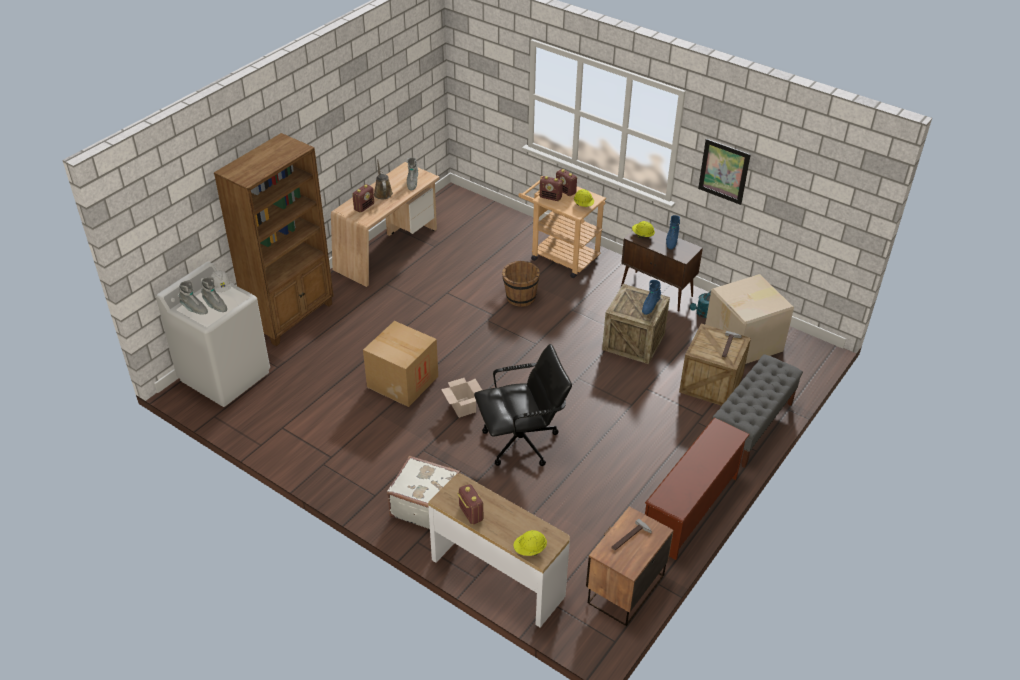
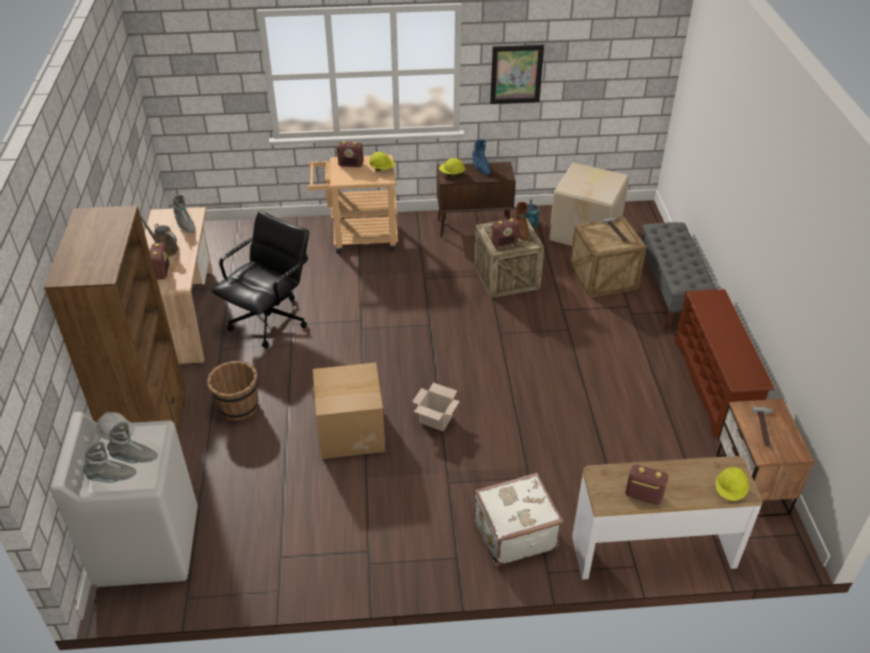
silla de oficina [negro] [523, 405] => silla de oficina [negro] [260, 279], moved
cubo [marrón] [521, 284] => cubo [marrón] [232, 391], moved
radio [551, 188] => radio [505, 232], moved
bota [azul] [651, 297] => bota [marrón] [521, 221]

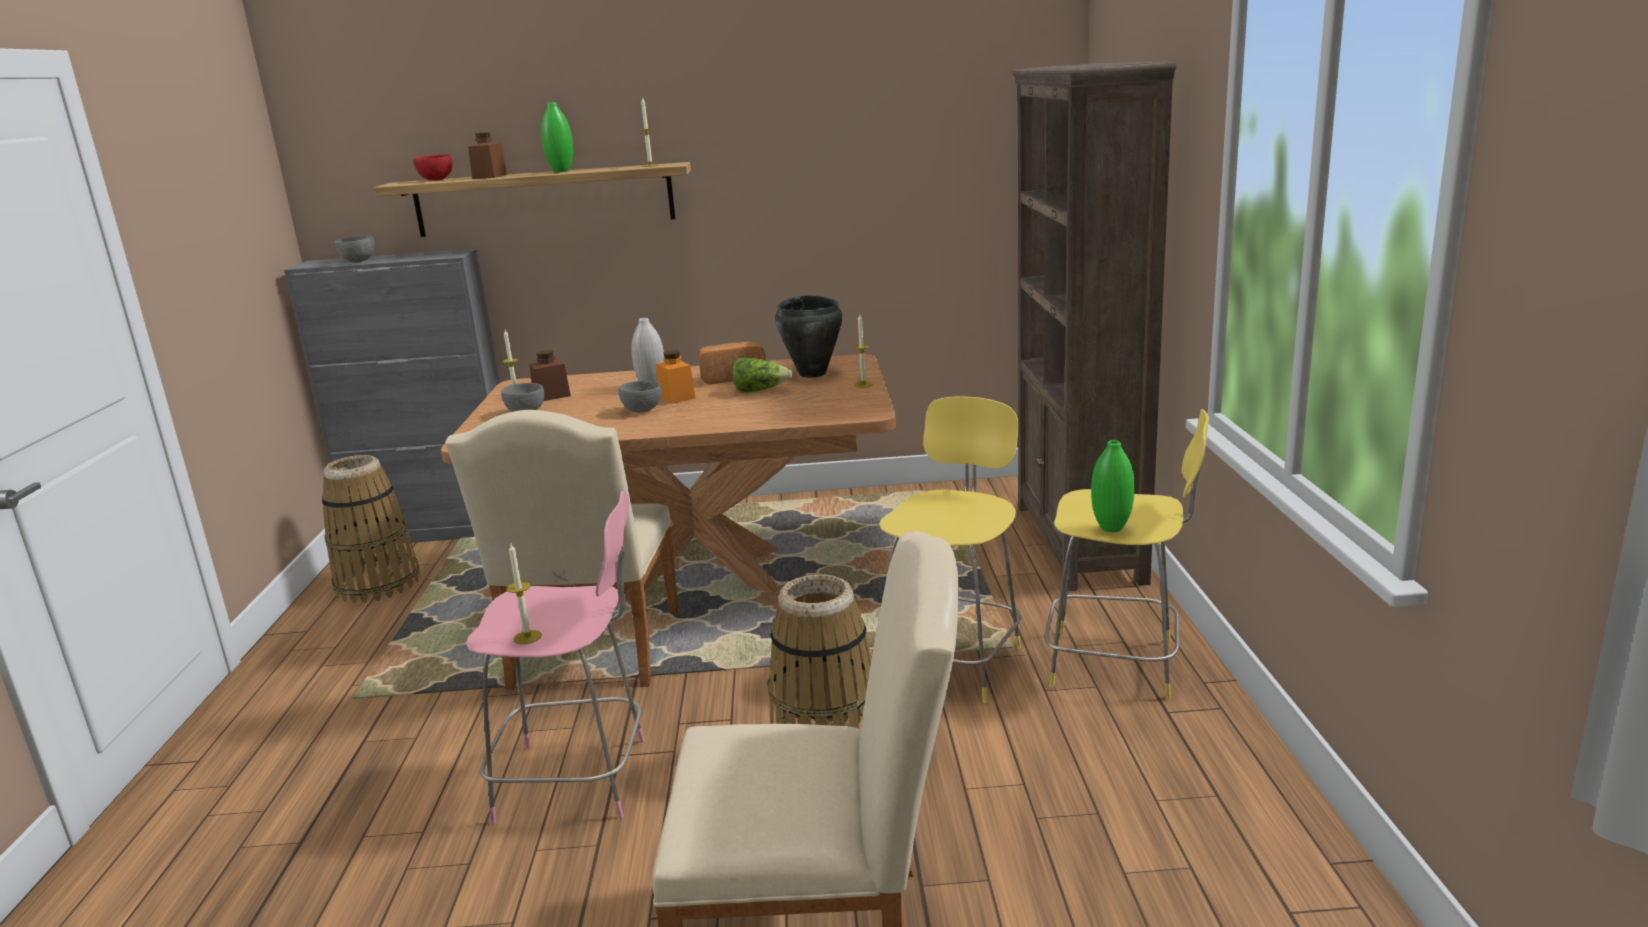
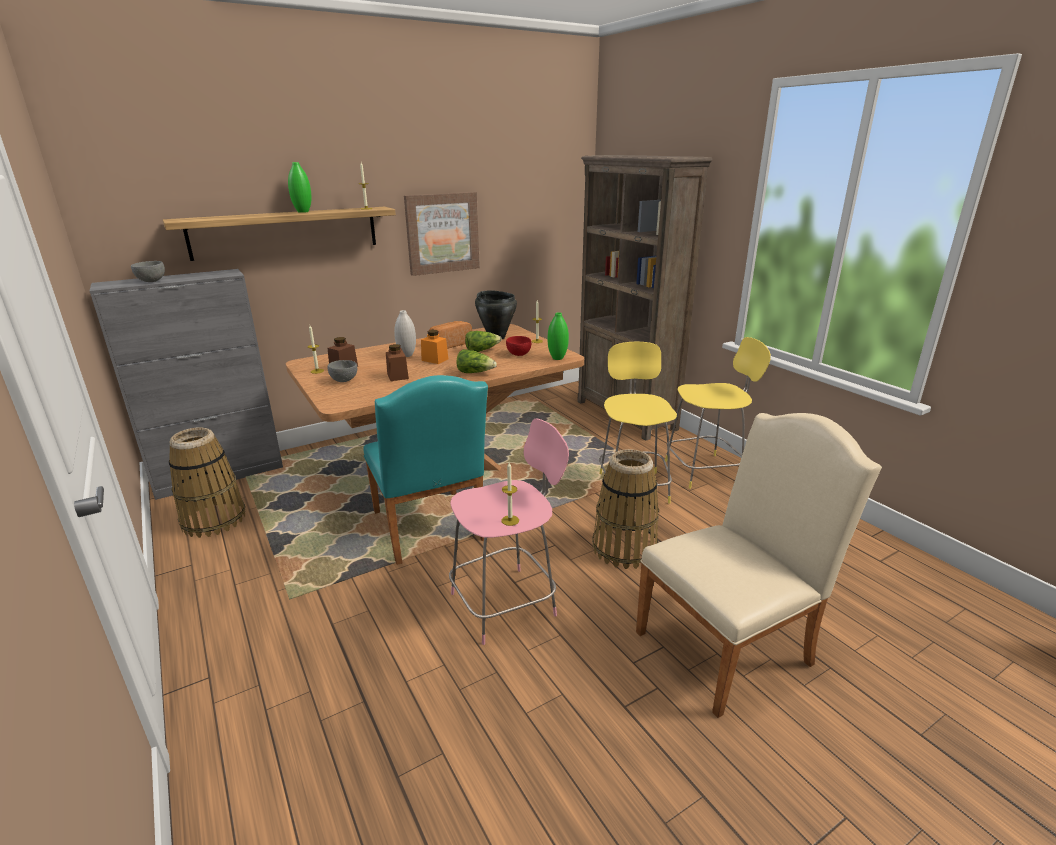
cuenco [gris] [640, 397] => nothing
nothing => cuadro [442, 234]
nothing => lechuga [477, 361]
cuenco [rojo] [433, 168] => cuenco [rojo] [518, 346], moved
tarro [marrón] [487, 155] => tarro [marrón] [397, 362], moved
florero [verde] [1113, 486] => florero [verde] [558, 336], moved
silla [beis] [562, 550] => silla [turquesa] [426, 470]

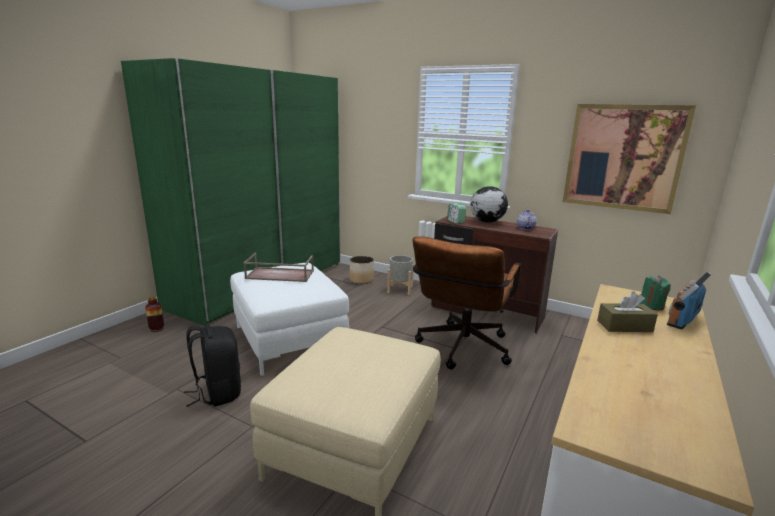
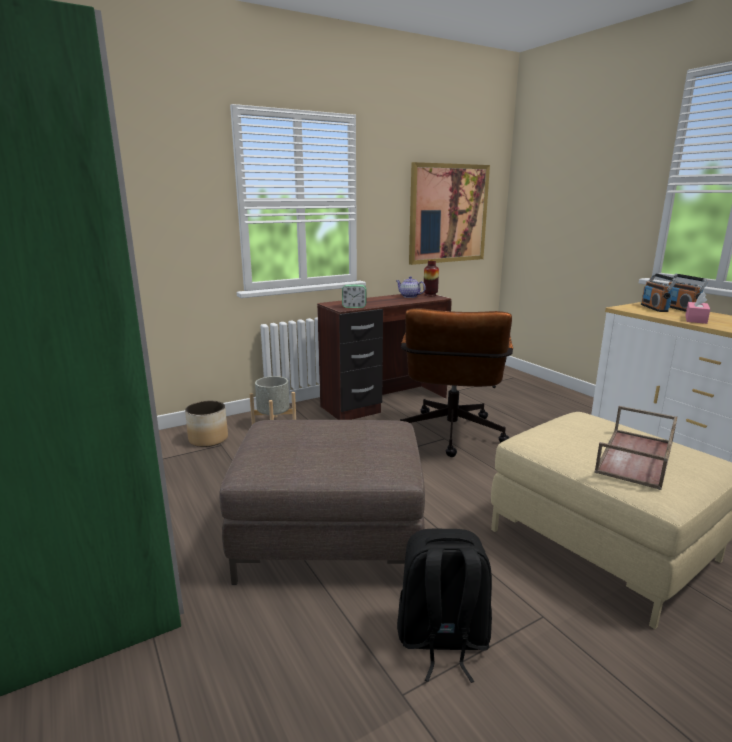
globo terráqueo [489, 204] => nothing
florero [154, 314] => florero [431, 278], moved
bandeja [marrón] [278, 267] => bandeja [marrón] [635, 448], moved
vela [verde] [655, 292] => radio [659, 292]
puf [blanco] [289, 319] => puf [marrón] [322, 502]
caja de pañuelos [marrón] [627, 311] => caja de pañuelos [rosa] [697, 308]
silla de oficina [marrón] [467, 303] => silla de oficina [marrón] [456, 382], 45 degrees clockwise

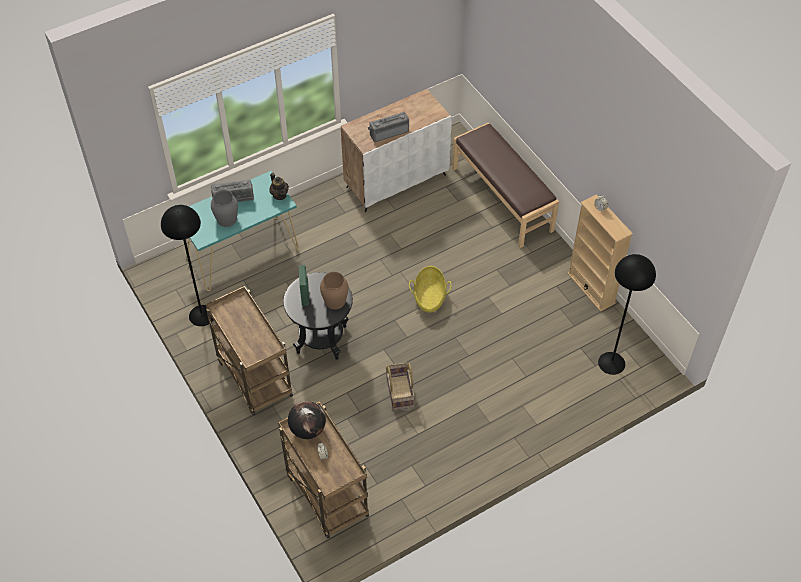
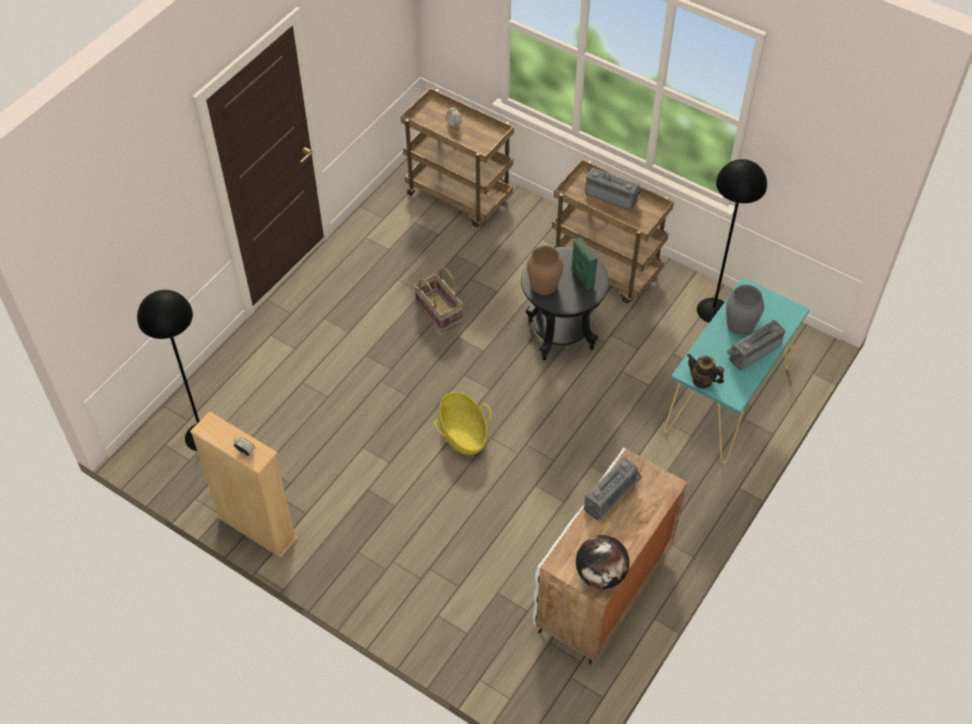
banco [marrón] [505, 185] => nothing
nothing => radio [613, 189]
globo terráqueo [307, 420] => globo terráqueo [603, 562], moved

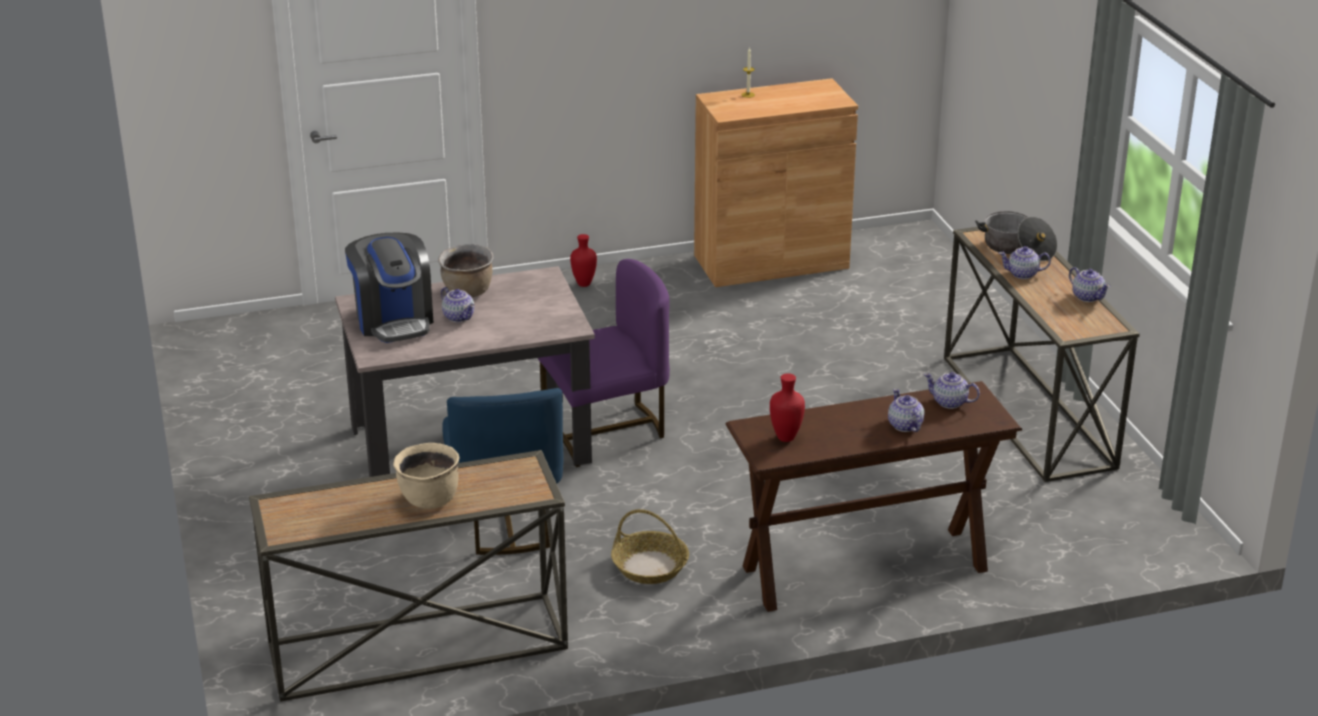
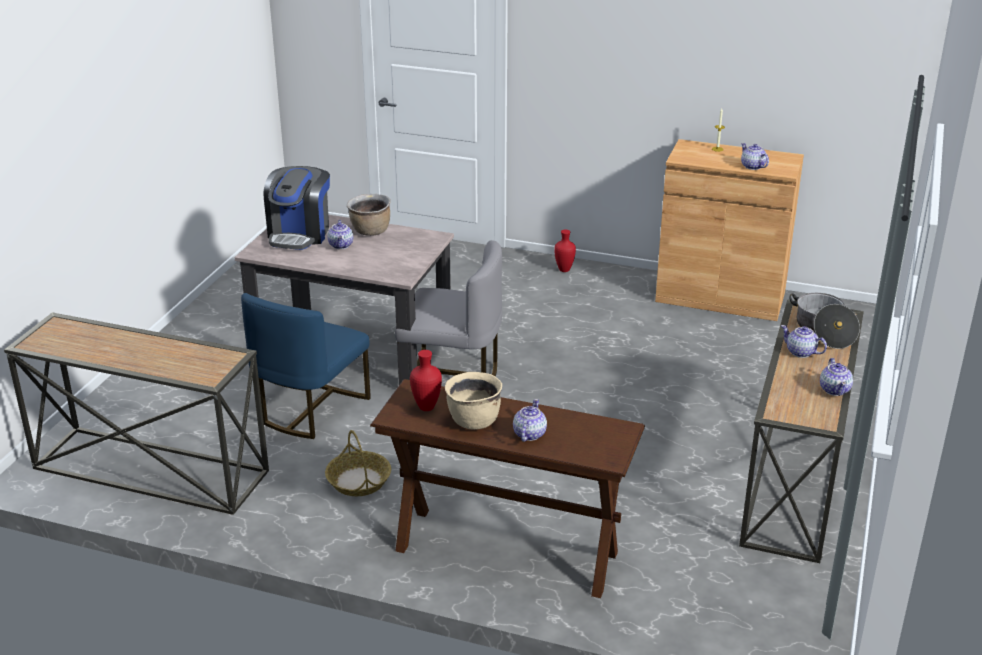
olla [beis] [426, 476] => olla [beis] [473, 401], moved
tetera [952, 390] => tetera [755, 156], moved
silla [morado] [604, 363] => silla [gris] [448, 308]

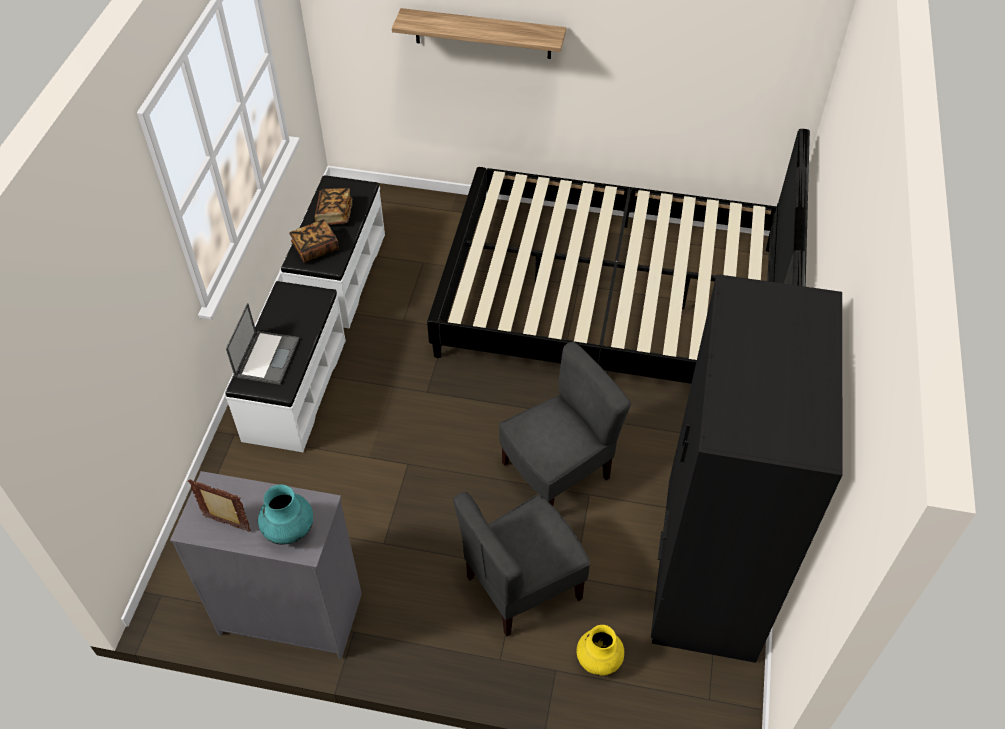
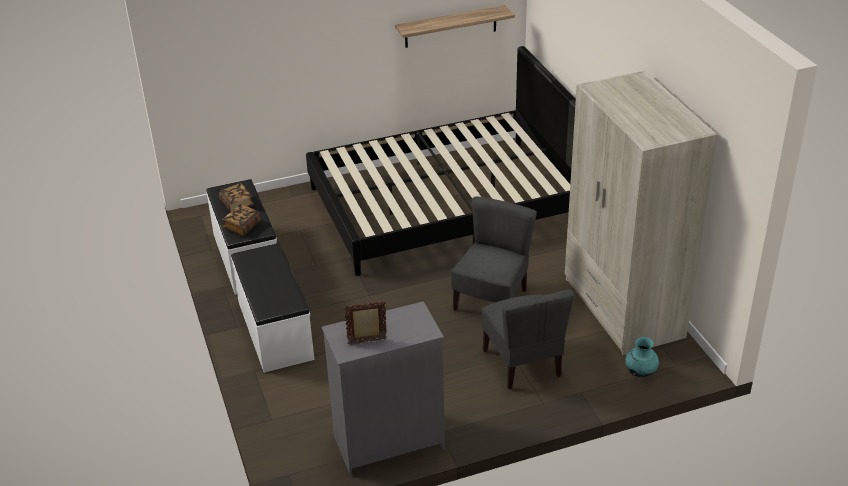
portátil [262, 344] => nothing
florero [amarillo] [600, 650] => nothing
florero [turquesa] [285, 515] => florero [turquesa] [642, 357], moved
estante [479, 33] => estante [455, 26], moved
armario ropero [negro] [747, 468] => armario ropero [beis] [641, 213]
silla [gris] [521, 564] => silla [gris] [528, 339], 45 degrees counterclockwise

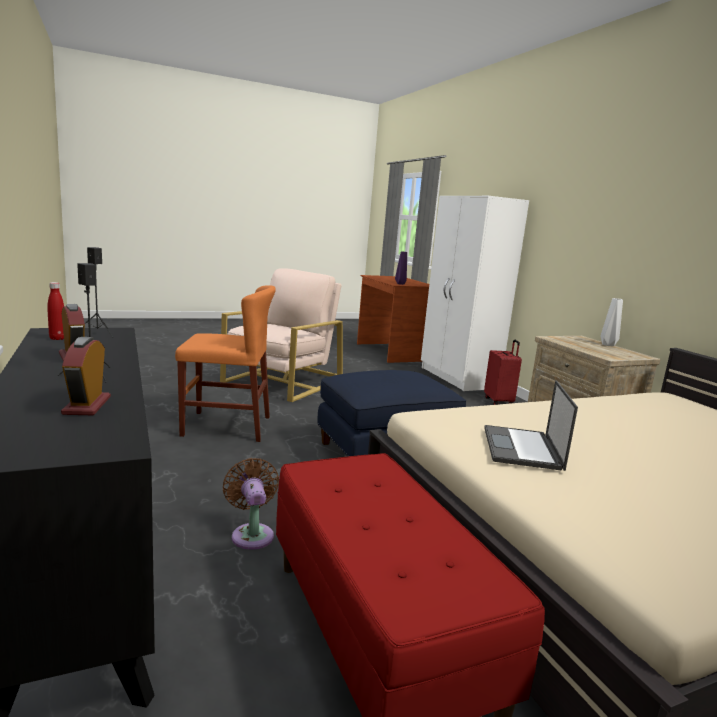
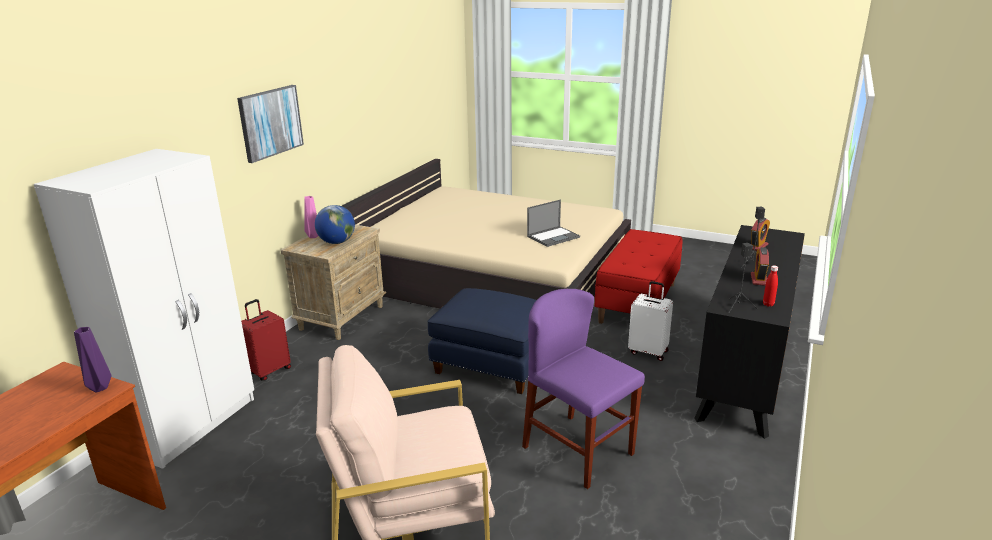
nothing => cuadro [270, 124]
nothing => globo terráqueo [335, 224]
ventilador [marrón] [251, 504] => maleta [blanco] [650, 321]
silla [naranja] [225, 363] => silla [morado] [583, 389]
florero [blanco] [612, 322] => florero [rosa] [311, 217]

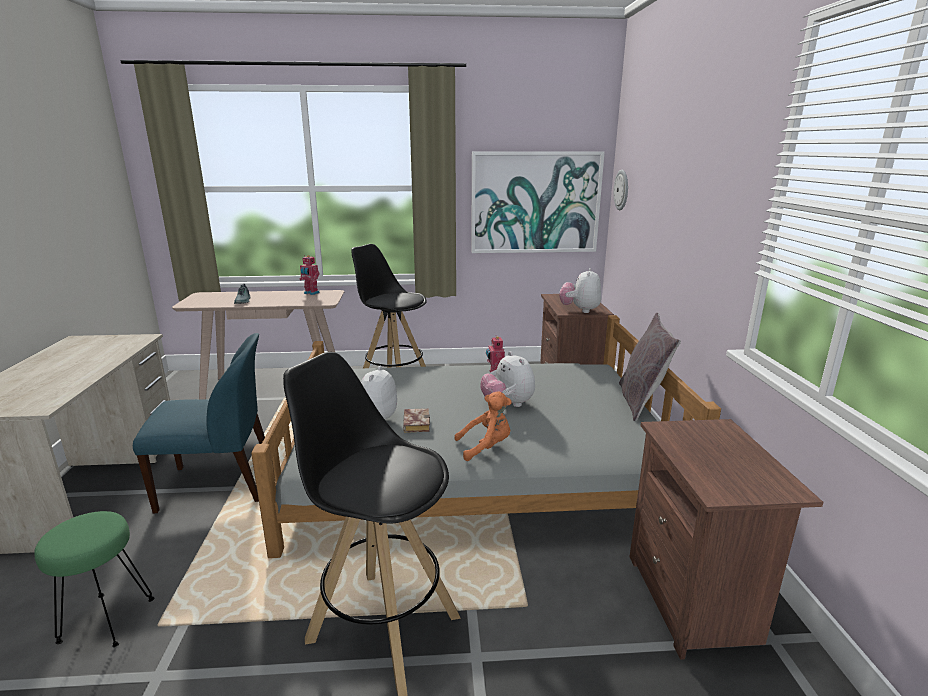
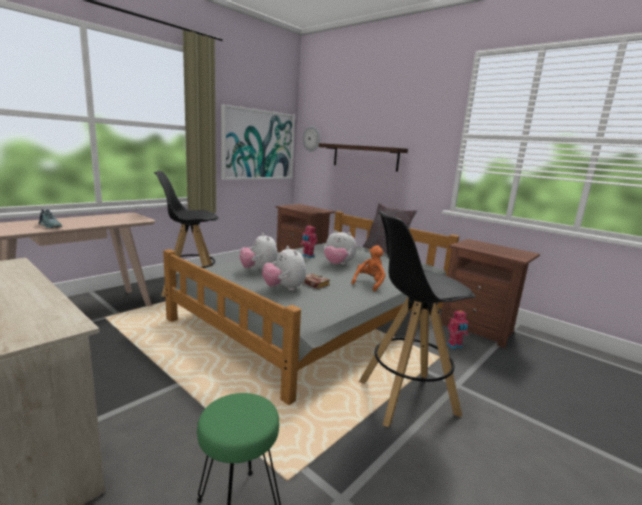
silla [azul] [199, 423] => nothing
nothing => estante [363, 157]
robot de juguete [310, 275] => robot de juguete [457, 329], moved
peluche [580, 290] => peluche [259, 251], moved

